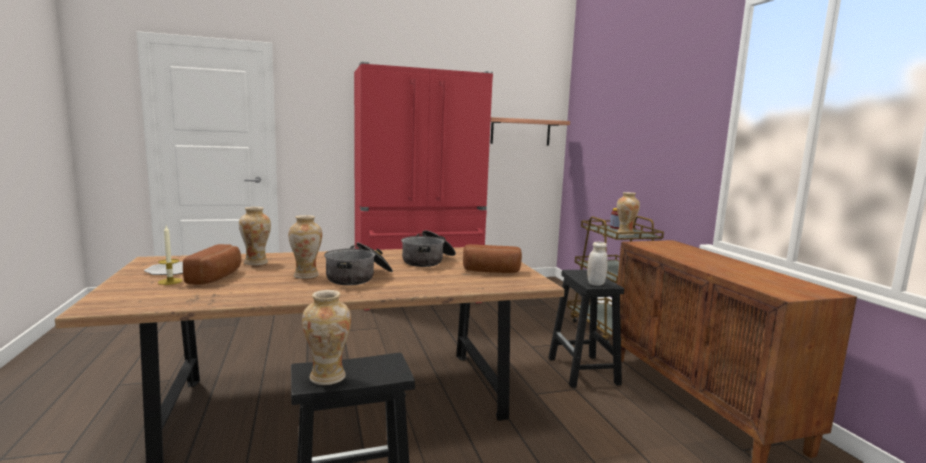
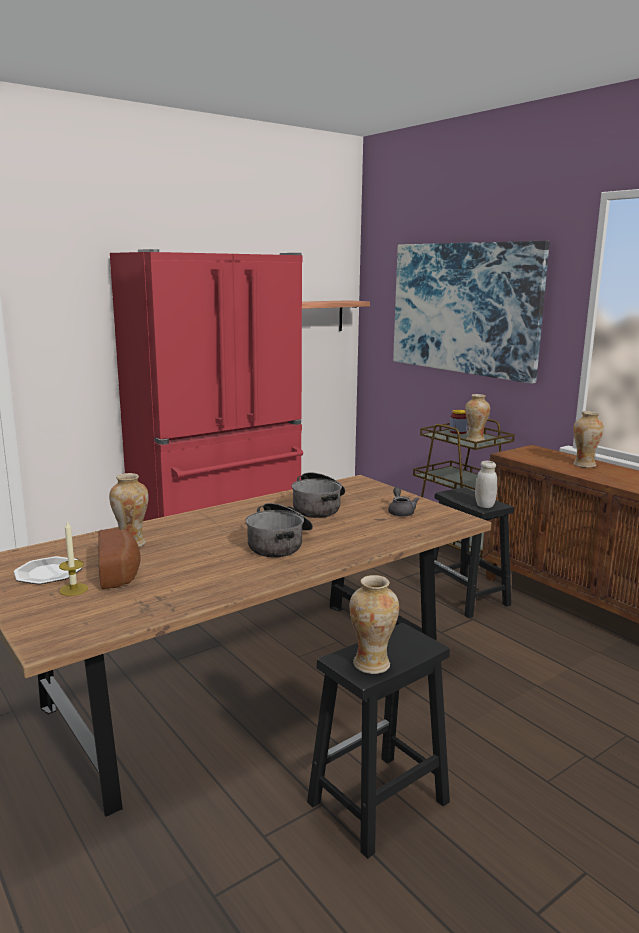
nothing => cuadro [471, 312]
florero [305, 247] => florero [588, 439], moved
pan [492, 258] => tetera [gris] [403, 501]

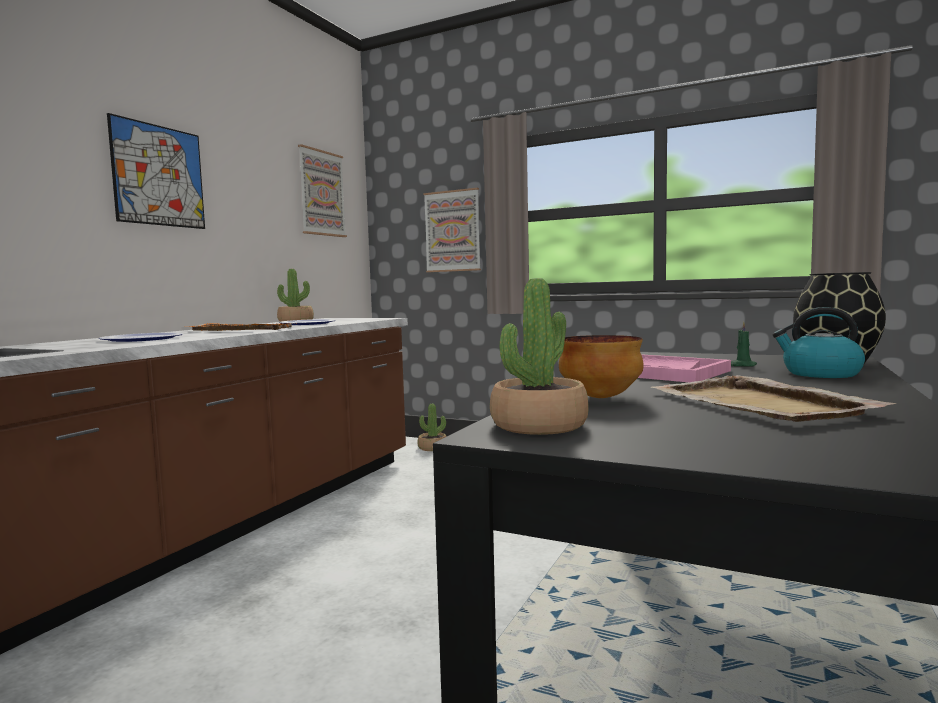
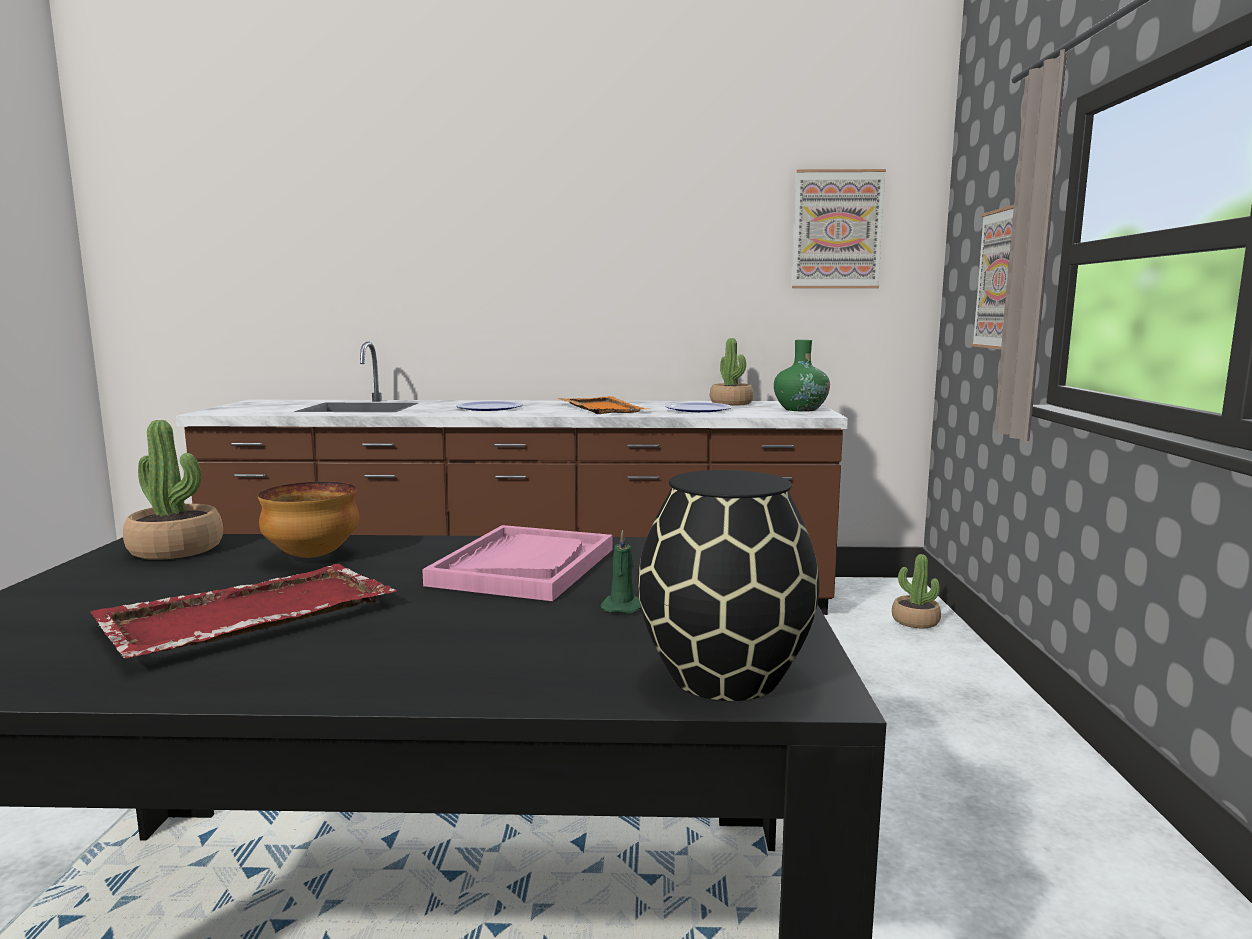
cuadro [156, 171] => nothing
hervidor [819, 342] => nothing
nothing => florero [verde] [802, 375]
bandeja [beis] [773, 398] => bandeja [rojo] [243, 611]

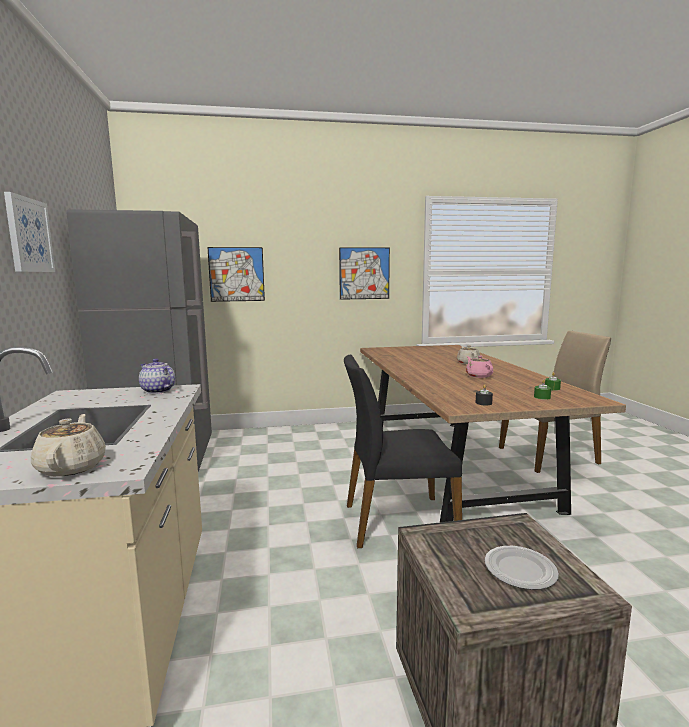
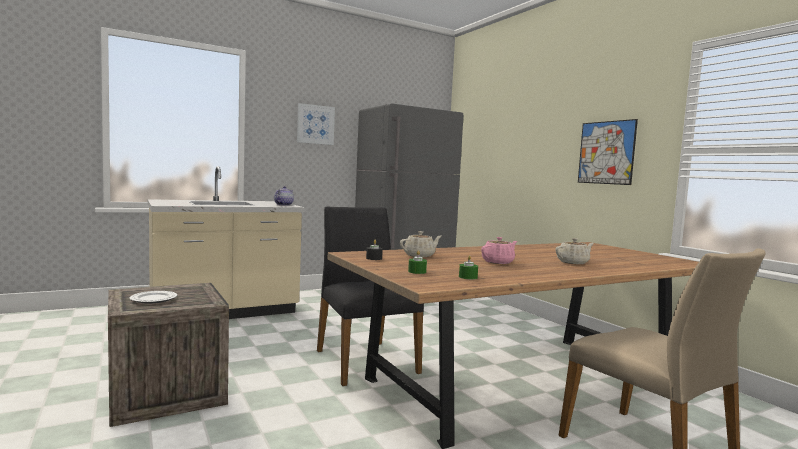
cuadro [236, 274] => nothing
tetera [beis] [68, 445] => tetera [beis] [420, 244], moved

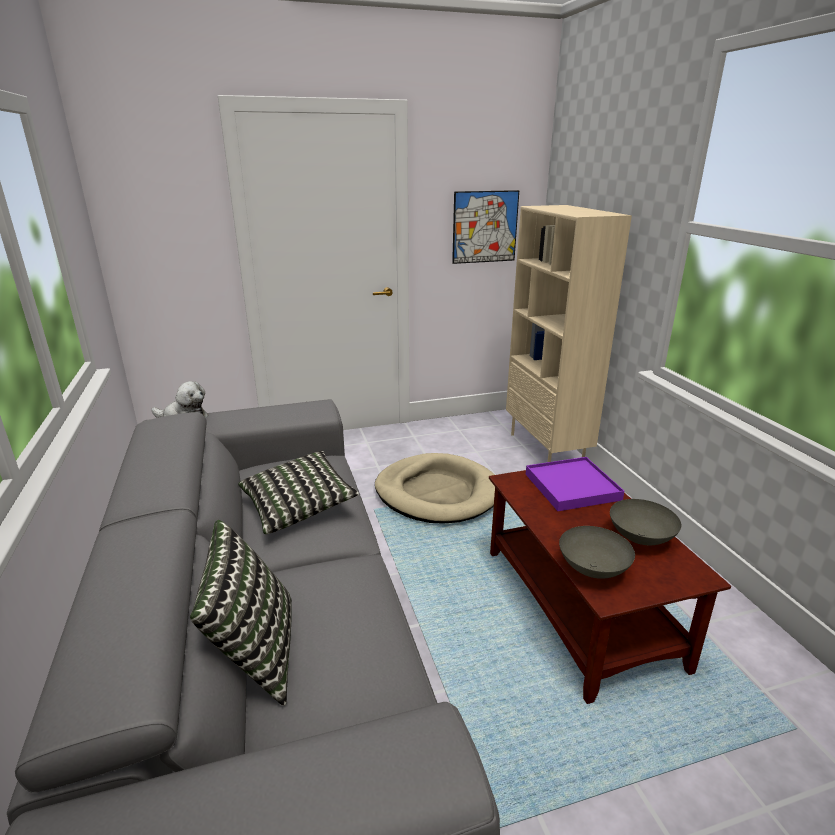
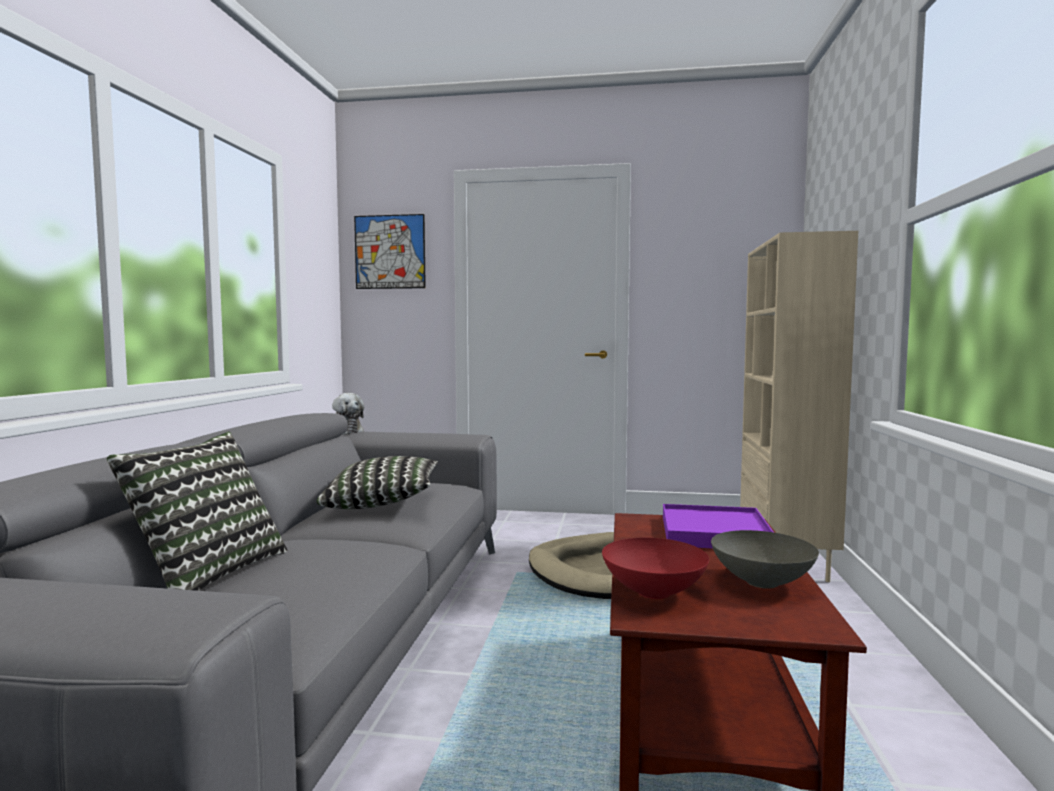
cuadro [485, 227] => cuadro [390, 251], moved
cuenco [gris] [597, 552] => cuenco [rojo] [655, 568]

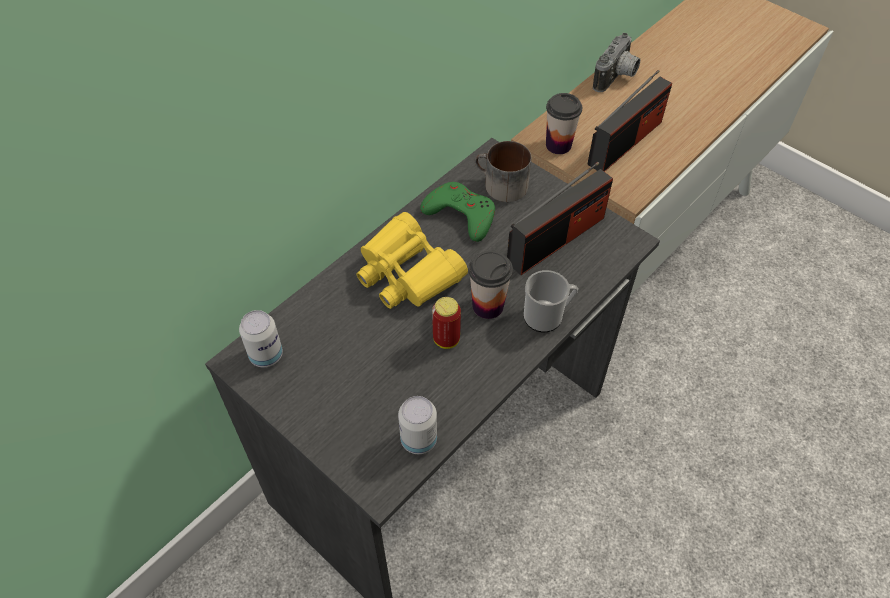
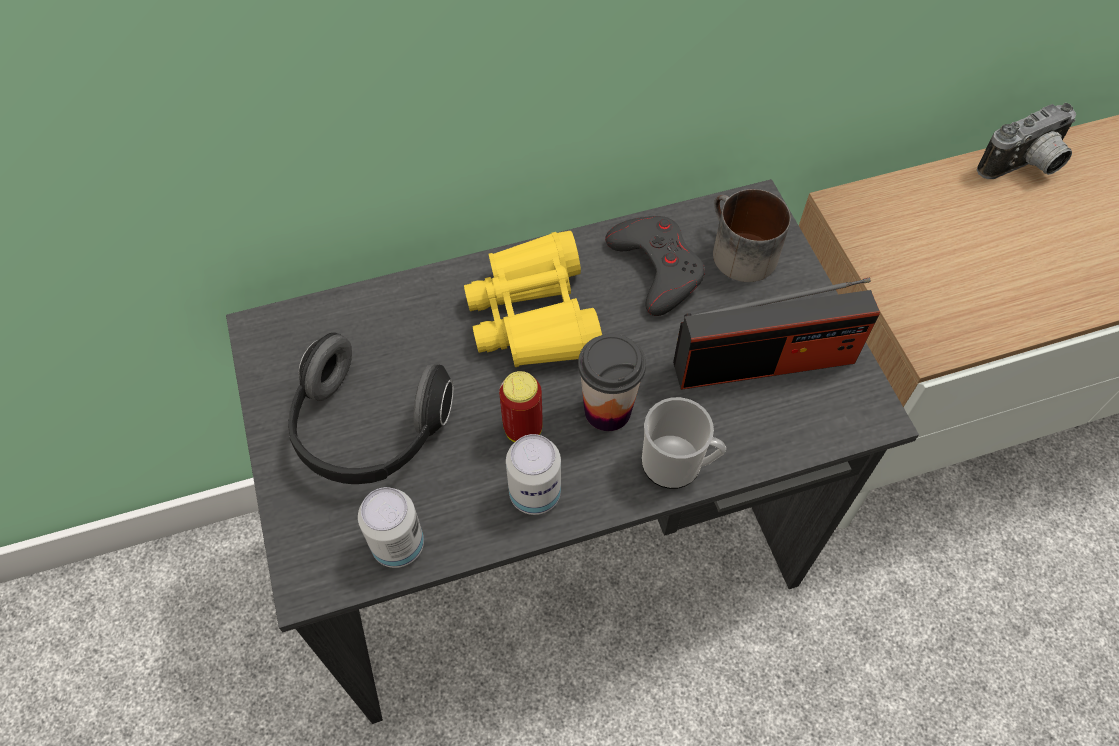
taza [564, 123] => nothing
radio [629, 121] => nothing
nothing => auriculares [371, 408]
lata [261, 338] => lata [533, 474], moved
mando de consola [verde] [457, 212] => mando de consola [gris] [655, 266]

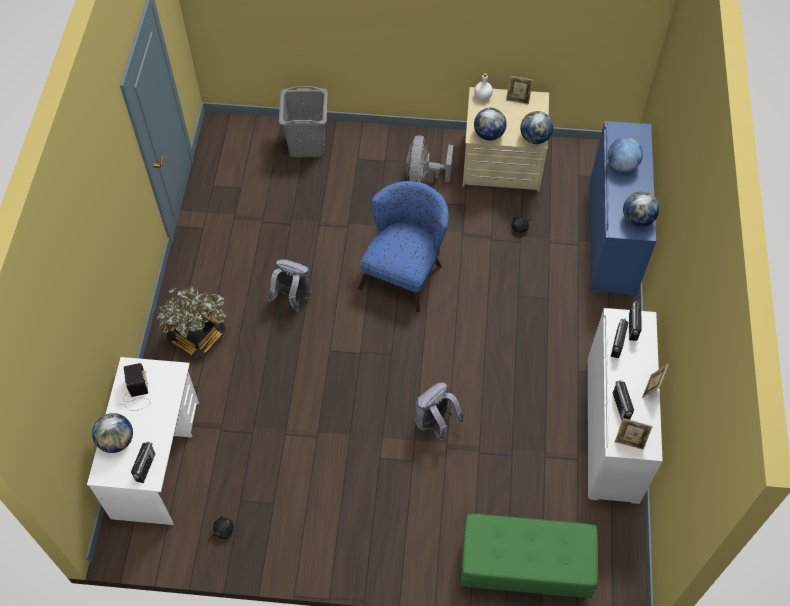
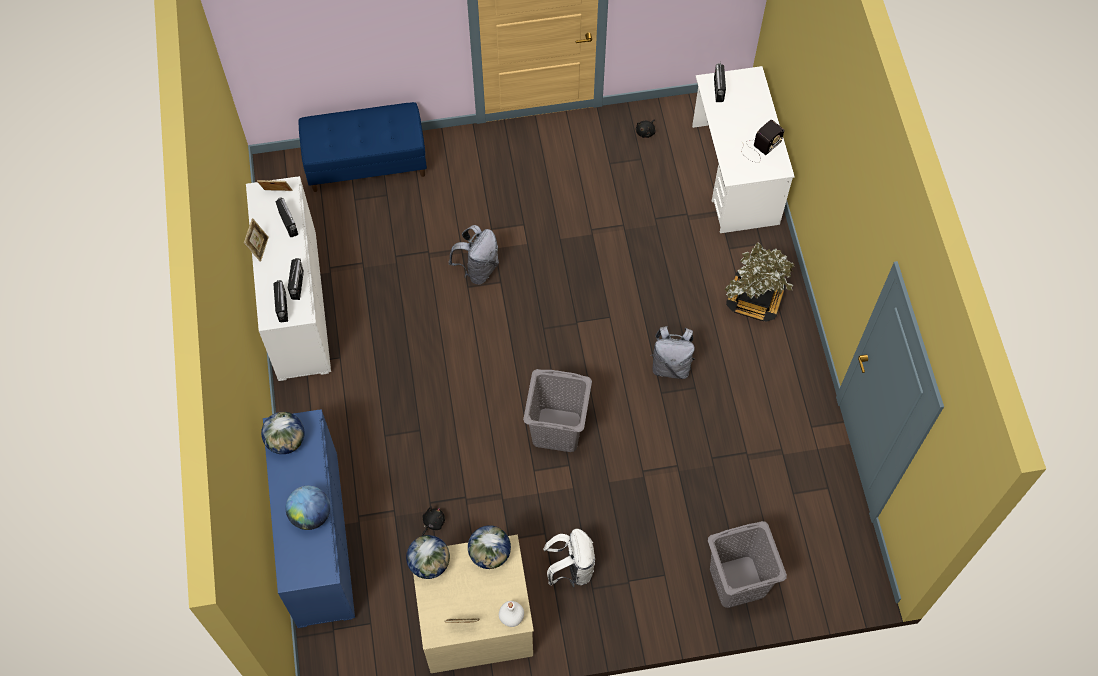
globo terráqueo [112, 433] => nothing
sillón [azul] [403, 246] => cesto de la ropa [gris] [557, 410]
ventilador [gris] [429, 159] => mochila [blanco] [569, 558]
banco [verde] [529, 557] => banco [azul] [363, 147]
radio [136, 387] => radio [762, 141], 105 degrees counterclockwise

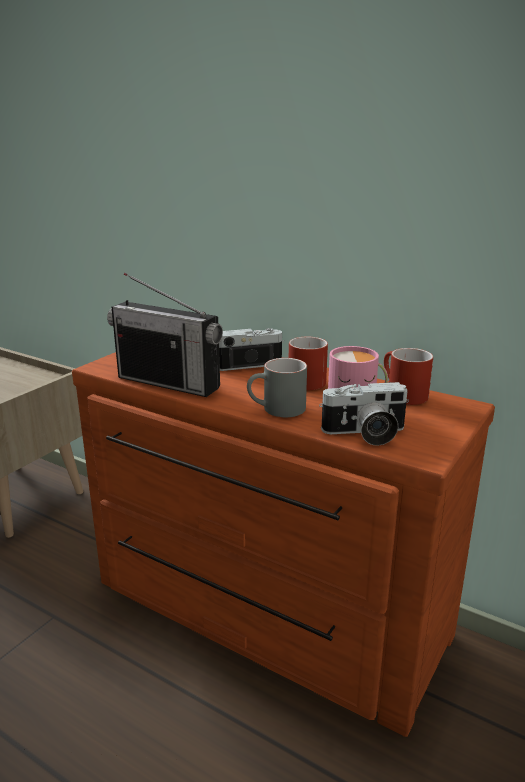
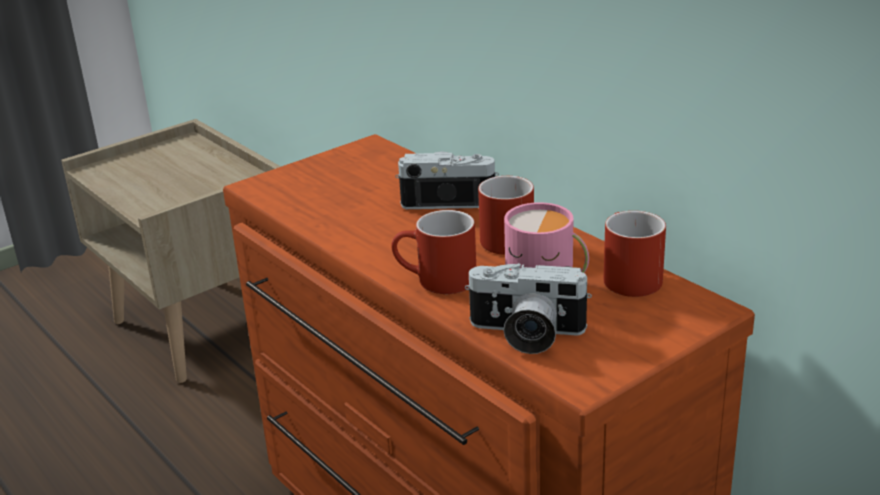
radio [165, 335] => nothing
taza grande [gris] [277, 387] => taza grande [rojo] [433, 252]

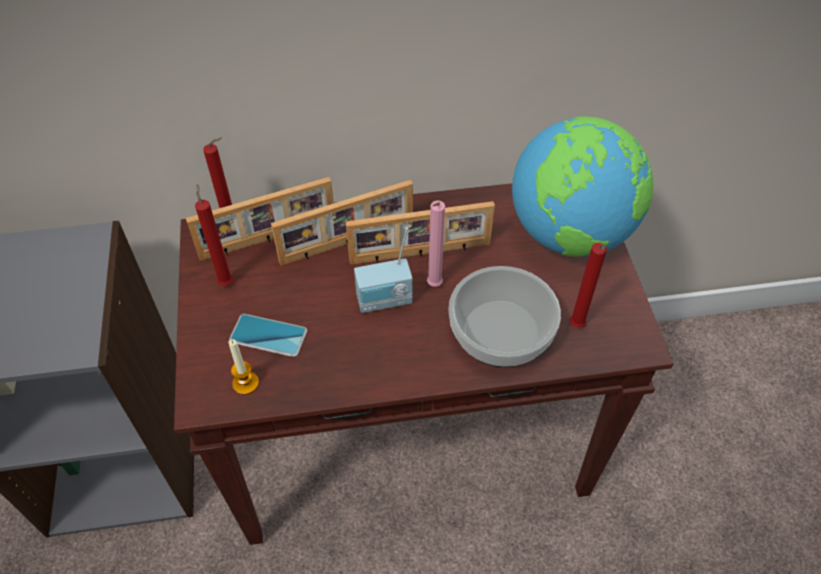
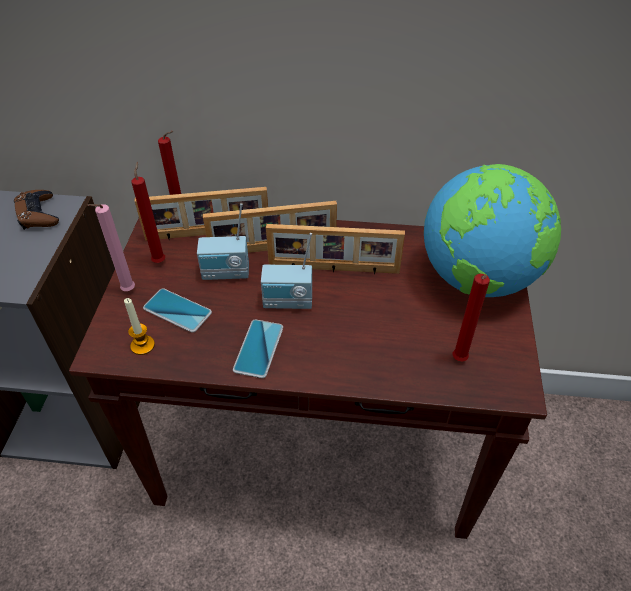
cuenco [505, 316] => nothing
nothing => mando de consola [marrón] [36, 210]
nothing => radio [223, 241]
nothing => móvil [258, 348]
vela [rosa] [436, 244] => vela [rosa] [111, 247], moved

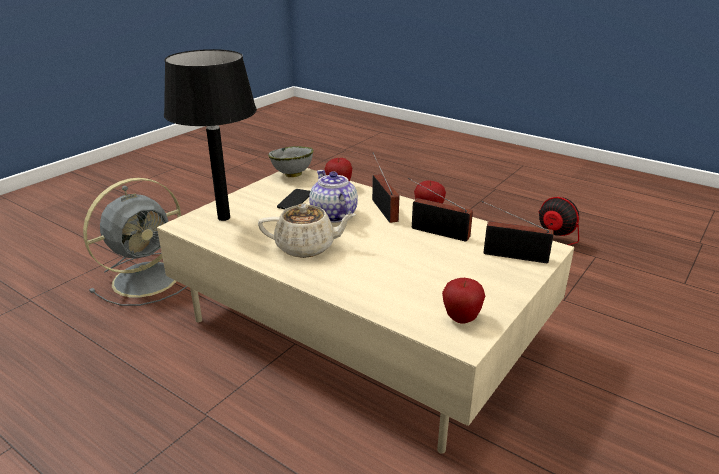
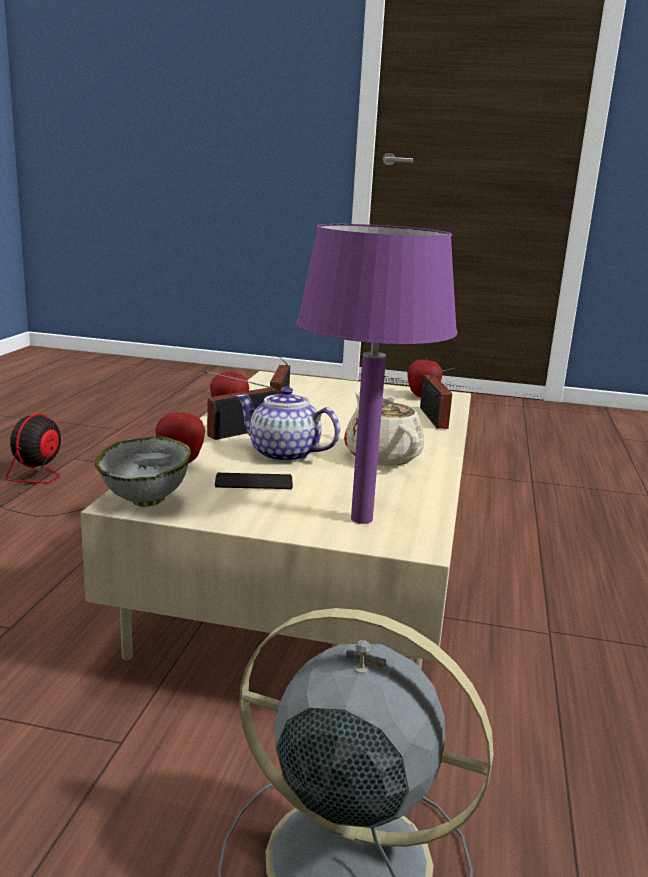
radio [517, 232] => radio [437, 398], moved
lámpara de mesa [negro] [210, 135] => lámpara de mesa [morado] [376, 374]
tetera [333, 196] => tetera [288, 425], 75 degrees clockwise

